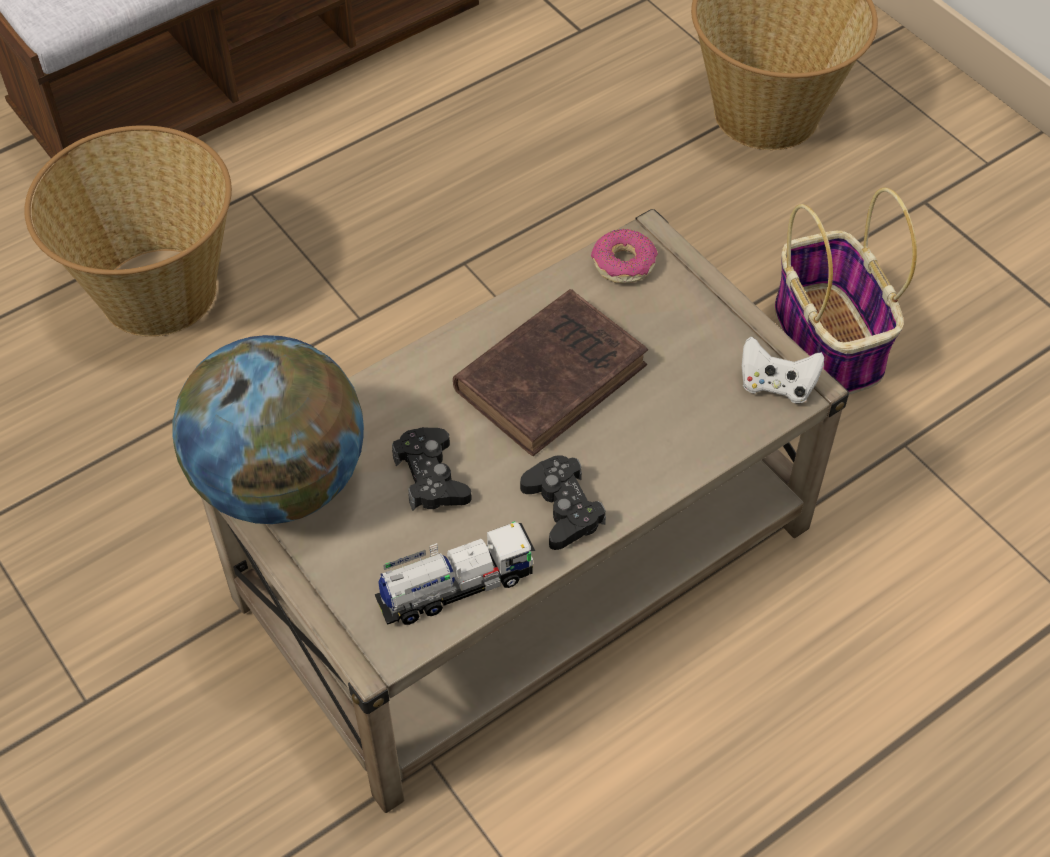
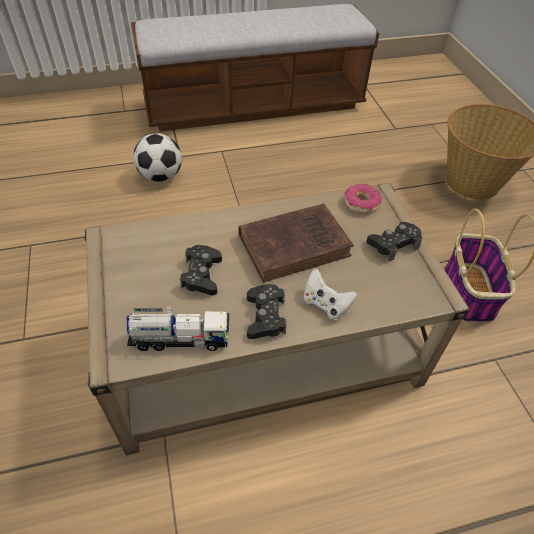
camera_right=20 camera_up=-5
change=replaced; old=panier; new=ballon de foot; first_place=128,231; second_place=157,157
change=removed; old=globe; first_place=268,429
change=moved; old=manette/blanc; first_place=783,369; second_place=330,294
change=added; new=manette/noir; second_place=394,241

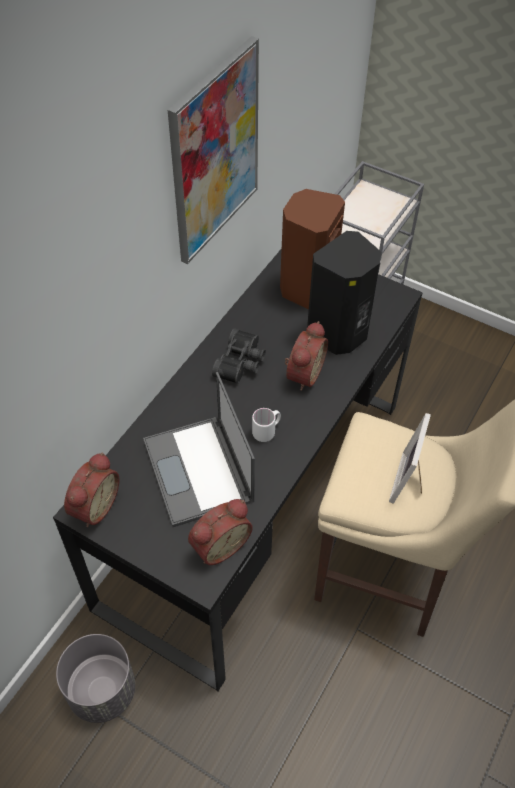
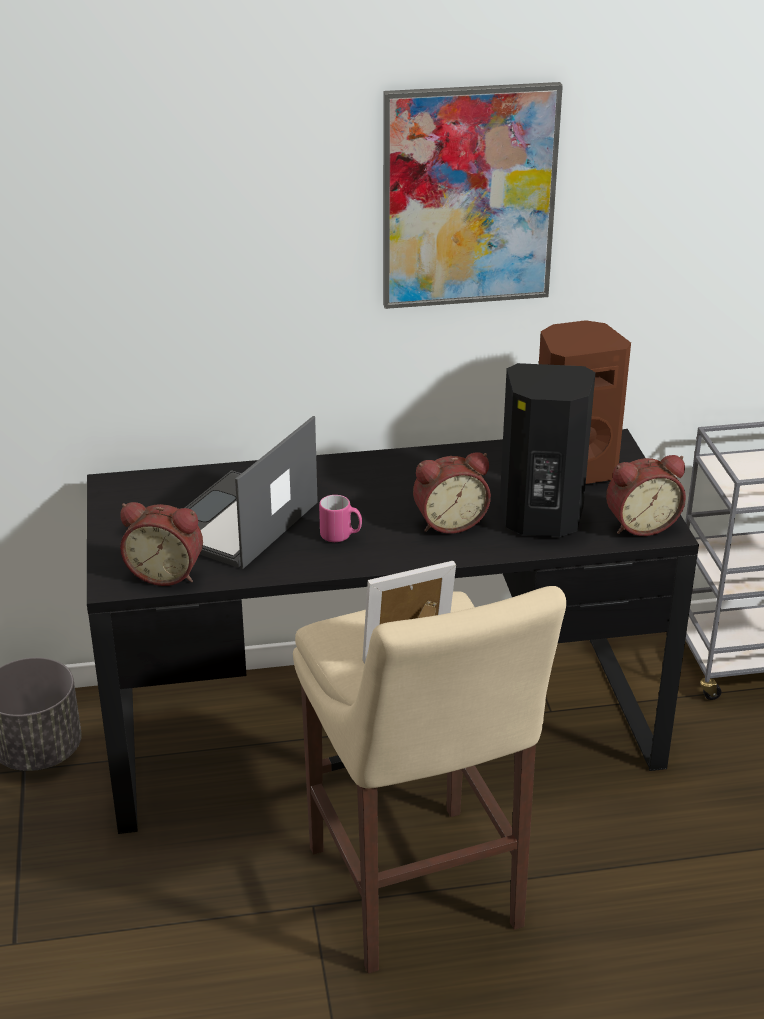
camera_right=50 camera_up=-20
change=removed; old=jumelles/noir; first_place=239,356
change=recoloured; old=mug/blanc; new=mug/rose; first_place=266,425; second_place=340,518
change=moved; old=réveil; first_place=91,489; second_place=646,495

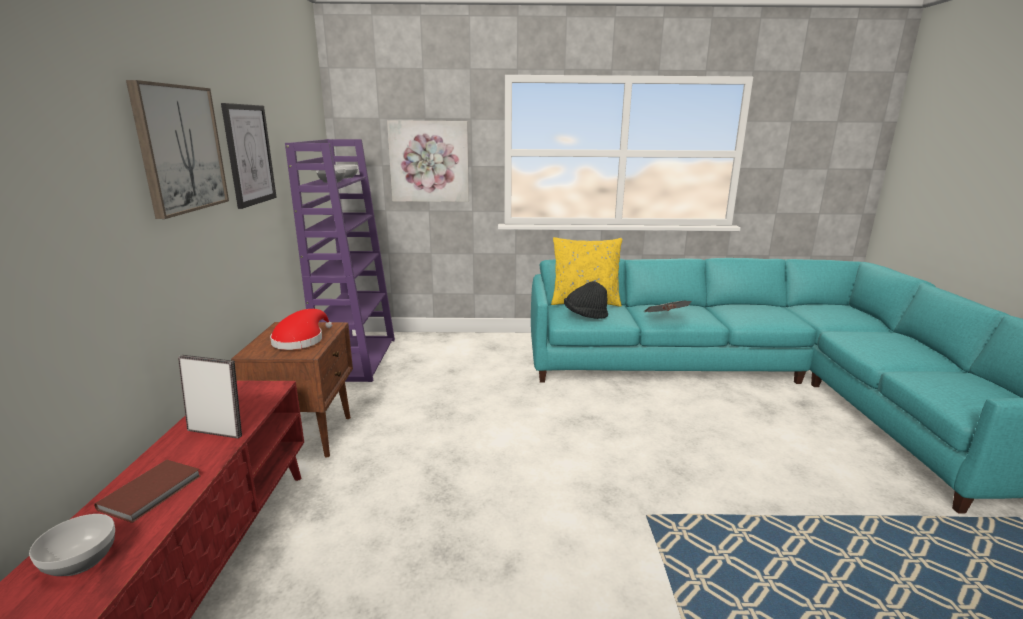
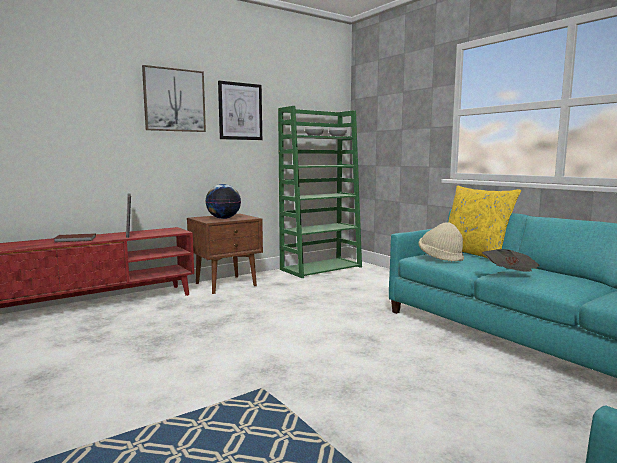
camera_right=55 camera_up=-10
change=removed; old=tableau; first_place=428,161
change=recoloured; old=bibliothèque/violet; new=bibliothèque/vert; first_place=340,260; second_place=320,192
change=recoloured; old=chapeau/noir; new=chapeau/beige; first_place=586,300; second_place=441,242
change=replaced; old=chapeau/rouge; new=globe; first_place=301,329; second_place=223,201
change=removed; old=bol; first_place=72,545

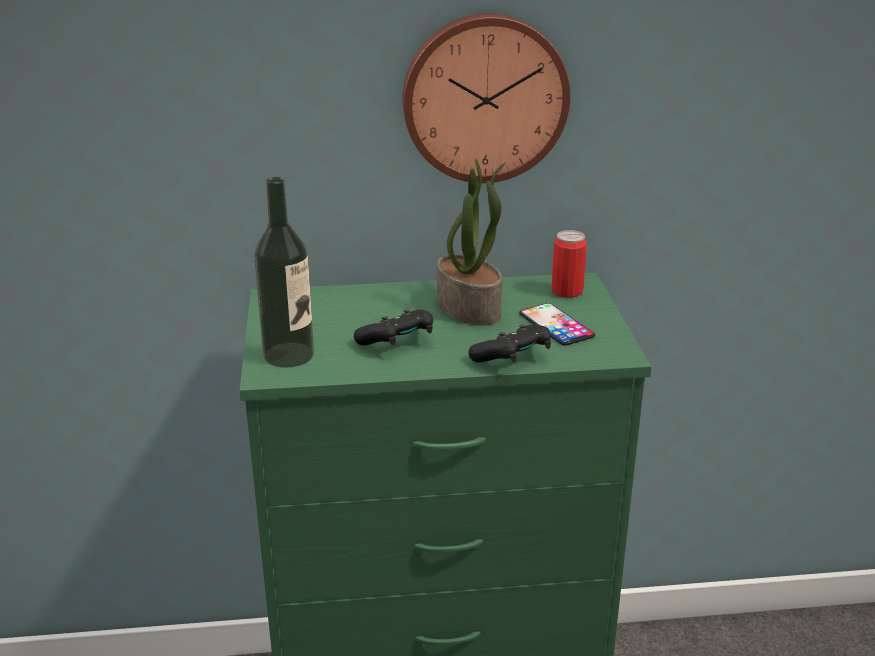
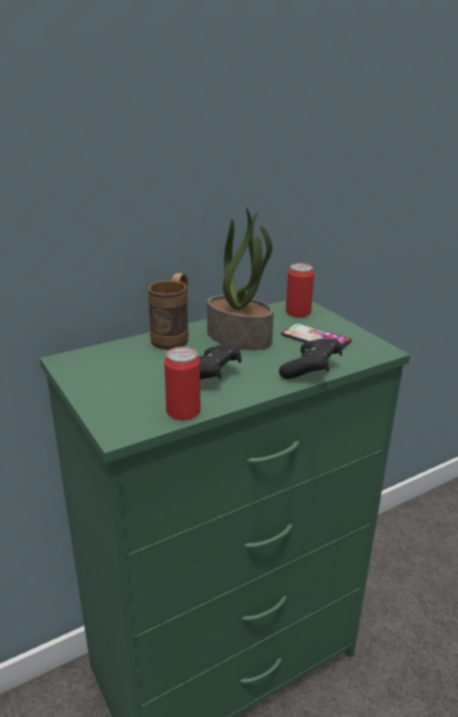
camera_right=-25 camera_up=0
change=removed; old=horloge murale; first_place=486,98
change=removed; old=bouteille; first_place=284,272
change=added; new=mug/marron; second_place=168,311
change=added; new=boîte métallique; second_place=182,383

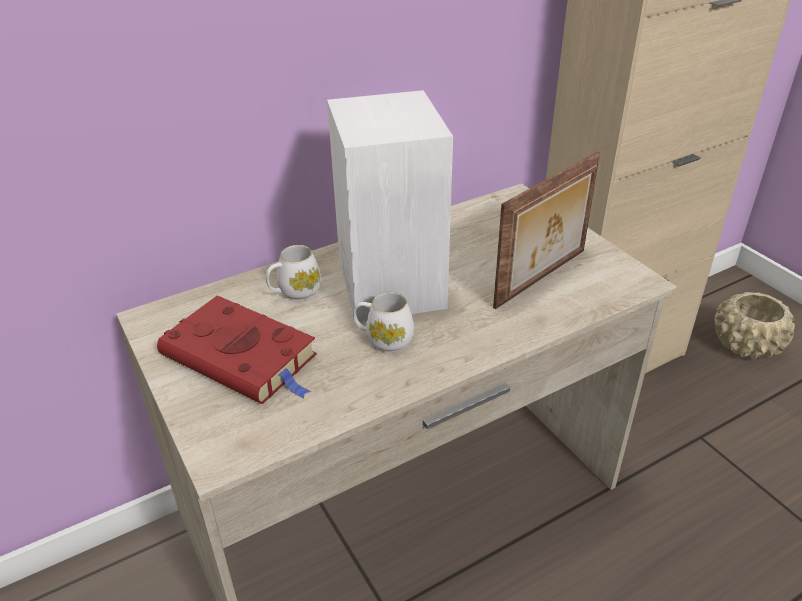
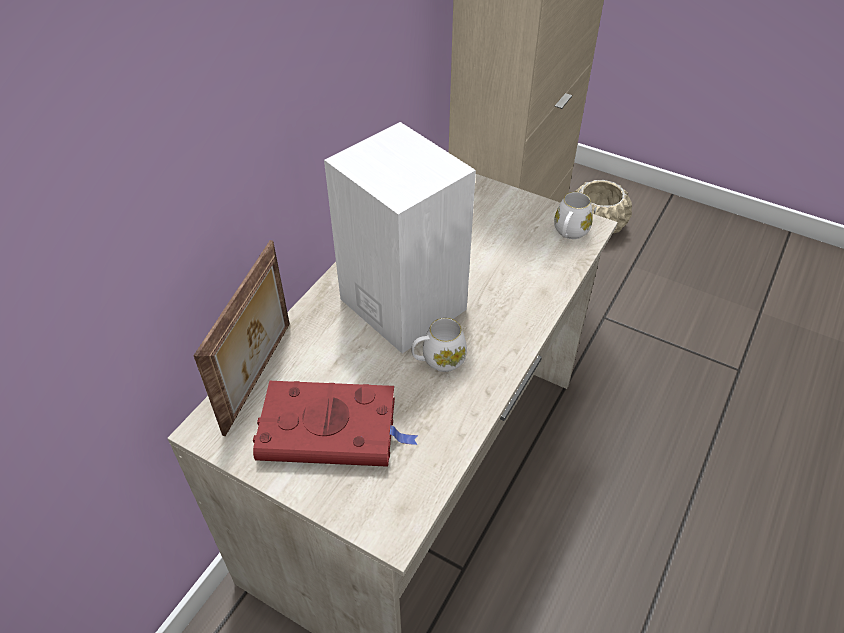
camera_right=-30 camera_up=10
change=moved; old=cadre photo; first_place=546,230; second_place=241,338
change=moved; old=mug/blanc; first_place=293,272; second_place=573,215

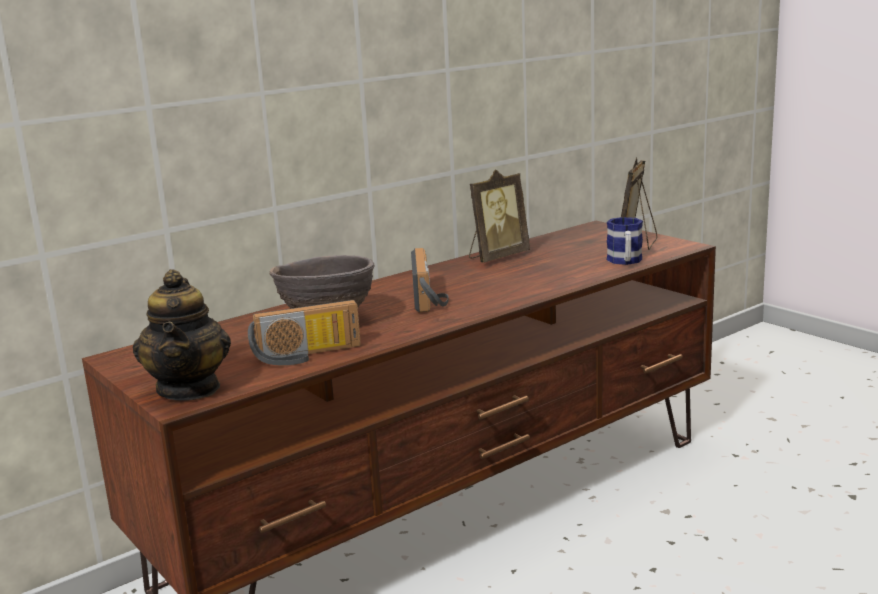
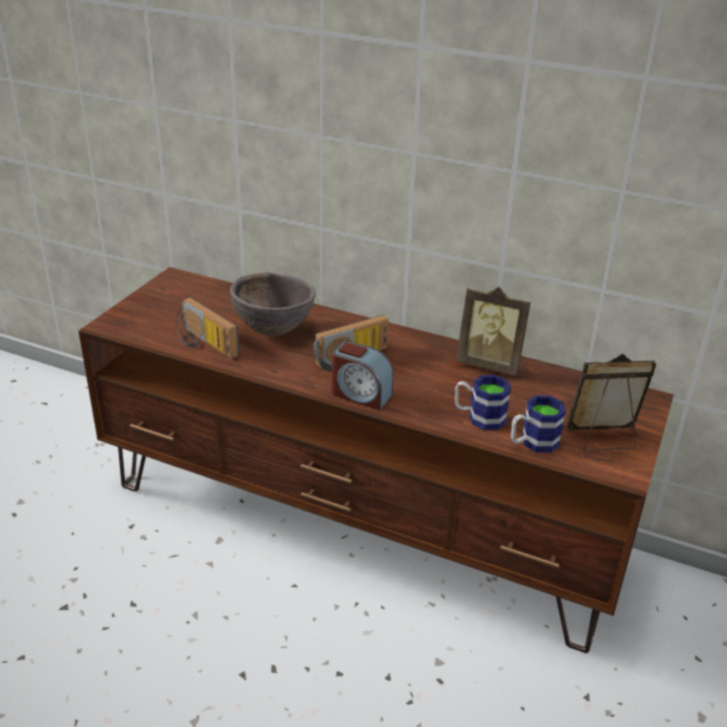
camera_right=60 camera_up=15
change=removed; old=théière; first_place=182,335
change=added; new=réveil; second_place=362,375
change=added; new=mug; second_place=483,402

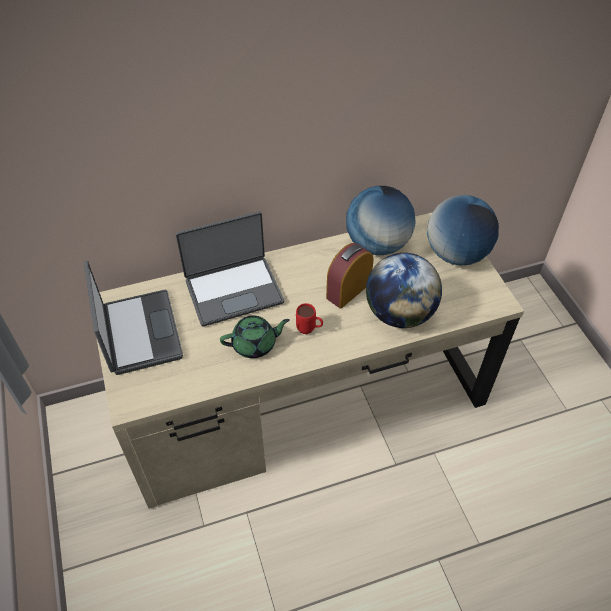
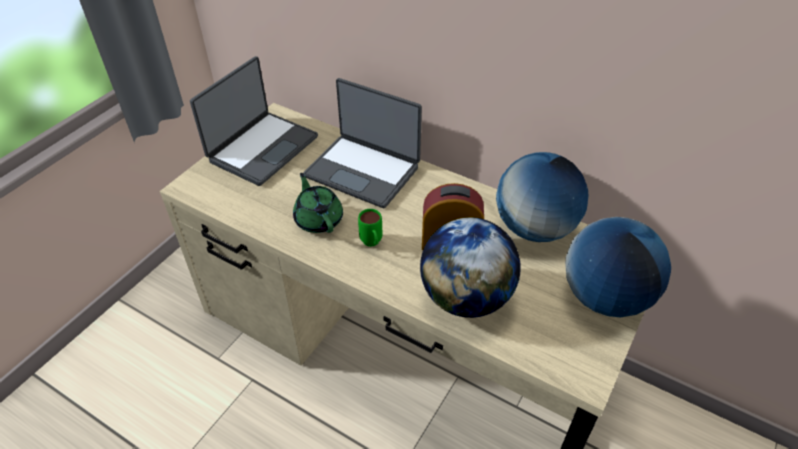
camera_right=50 camera_up=-5
change=recoloured; old=mug/rouge; new=mug/vert; first_place=309,318; second_place=370,228
change=turned; old=théière/vert; first_place=255,336; second_place=318,203; degrees=-150

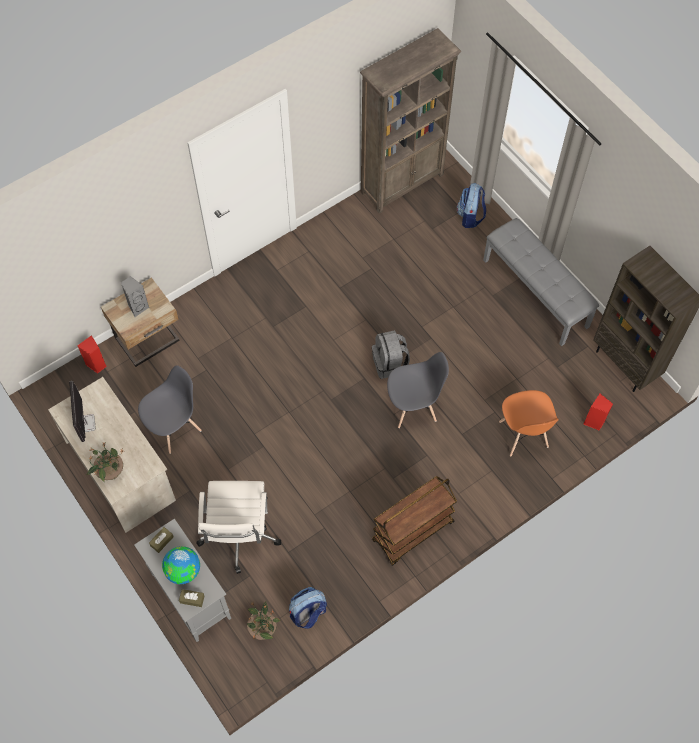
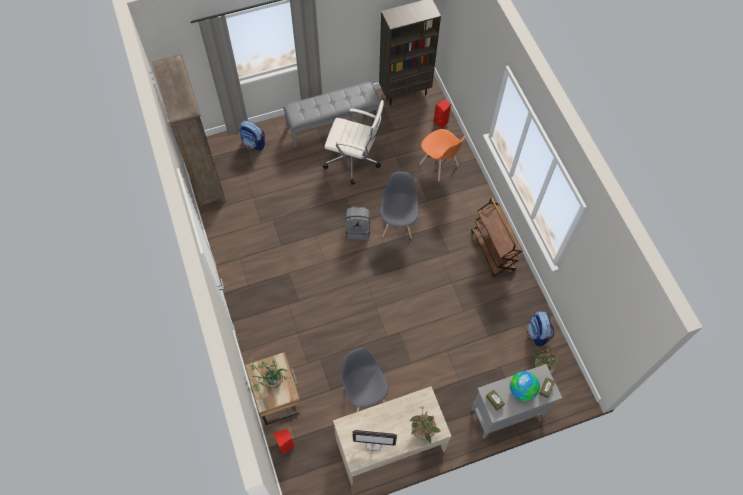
camera_right=-75 camera_up=0
change=replaced; old=enceinte/gris; new=plante en pot; first_place=135,296; second_place=271,375
change=turned; old=chaise/orange; first_place=529,423; second_place=443,155; degrees=45
change=moved; old=chaise de bureau/blanc; first_place=238,527; second_place=353,142

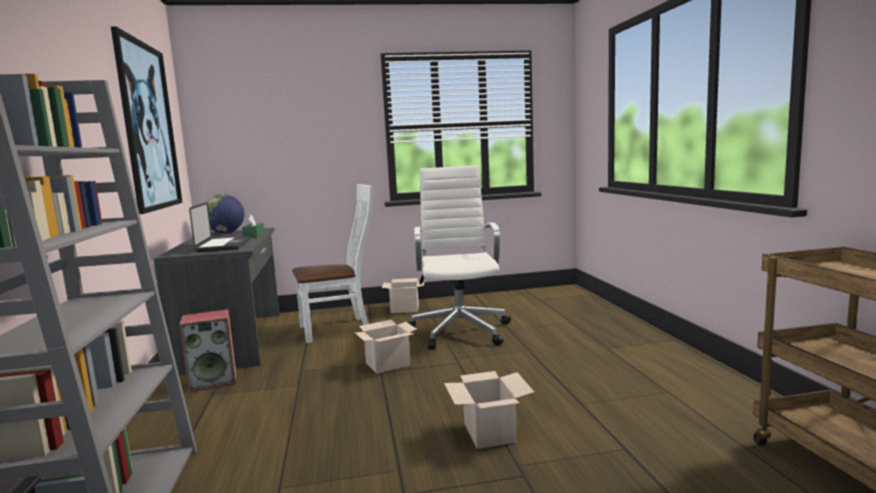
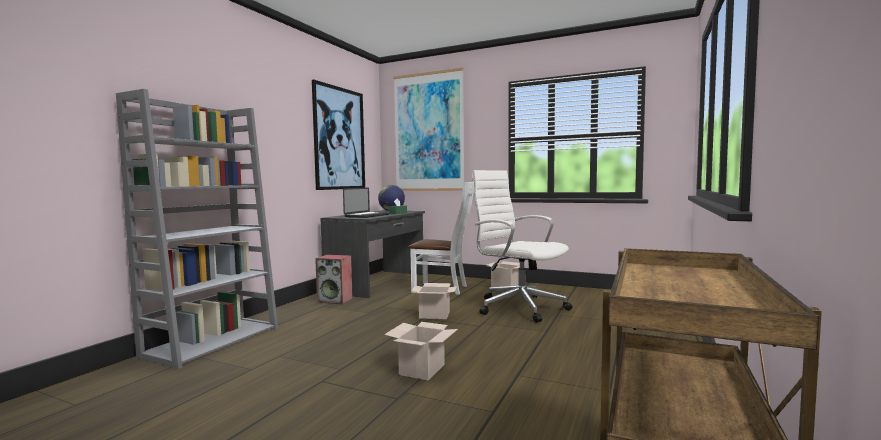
camera_right=35 camera_up=-5
change=turned; old=chaise de bureau/blanc; first_place=459,257; second_place=521,246; degrees=-75
change=added; new=tableau; second_place=428,129

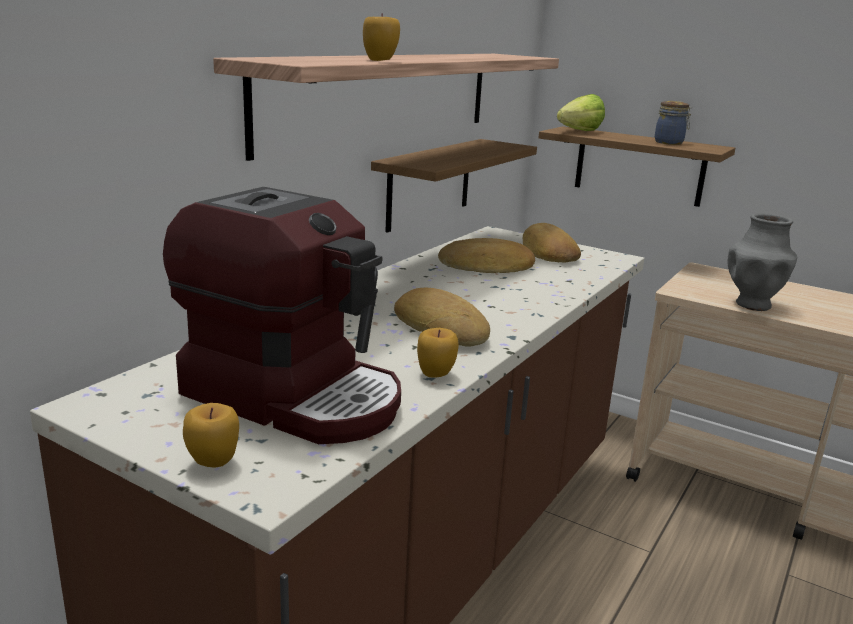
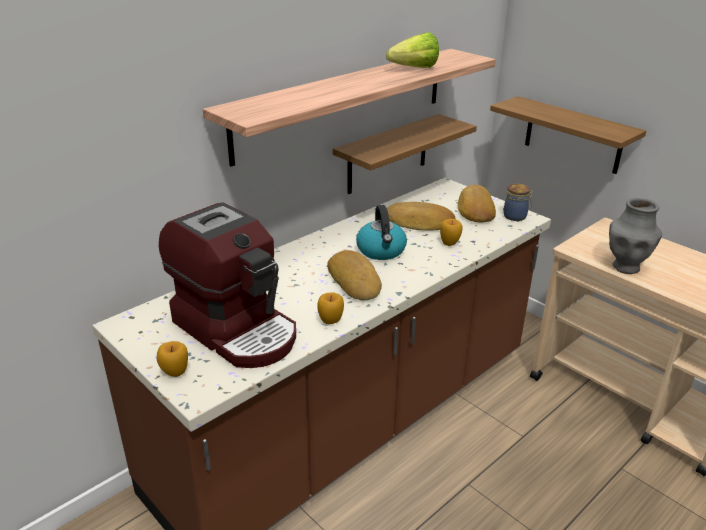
camera_right=15 camera_up=10
change=moved; old=pomme; first_place=381,37; second_place=451,232
change=moved; old=laitue; first_place=581,112; second_place=412,50
change=moved; old=bocal; first_place=673,123; second_place=518,202
change=added; new=bouilloire; second_place=381,232

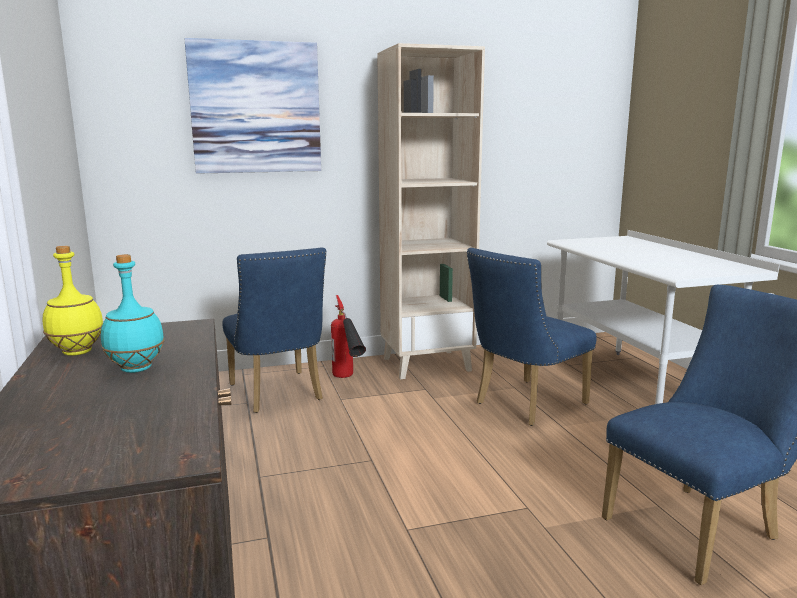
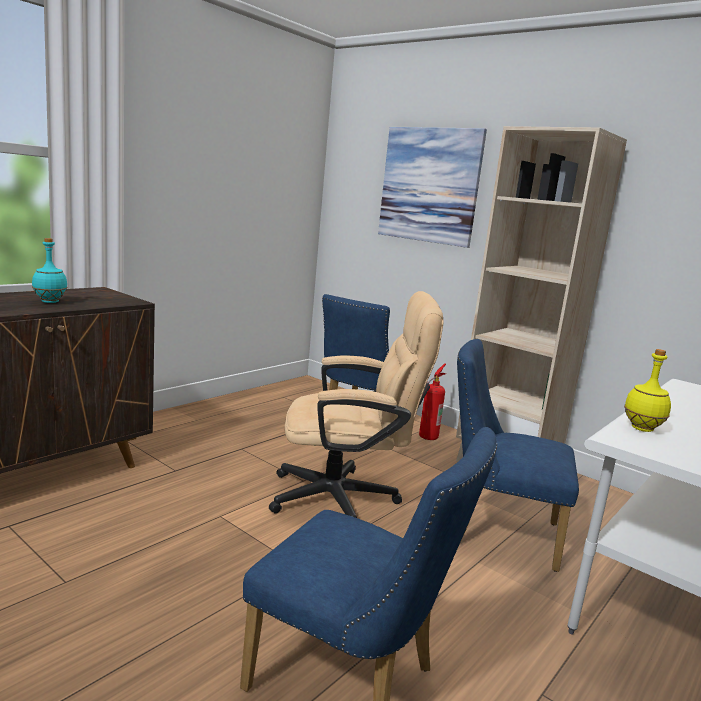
camera_right=55 camera_up=0
change=moved; old=bouteille/jaune; first_place=72,301; second_place=647,390
change=added; new=chaise de bureau/beige; second_place=356,404

